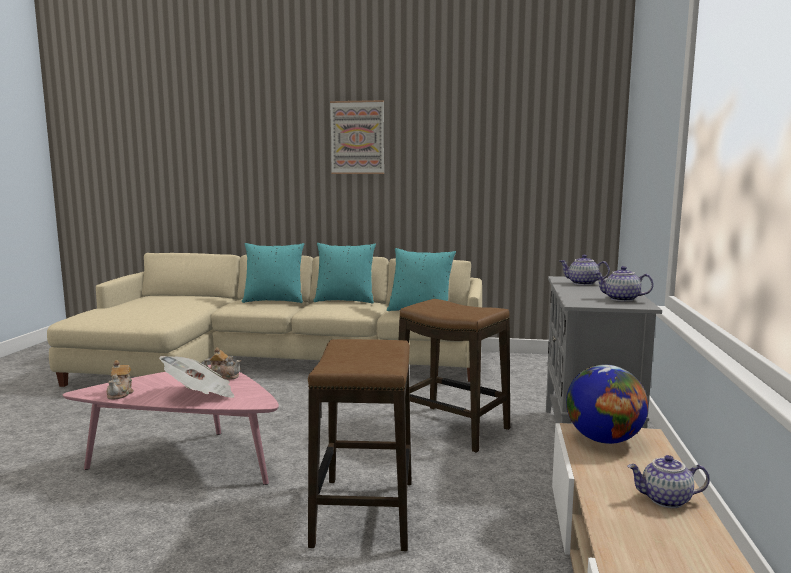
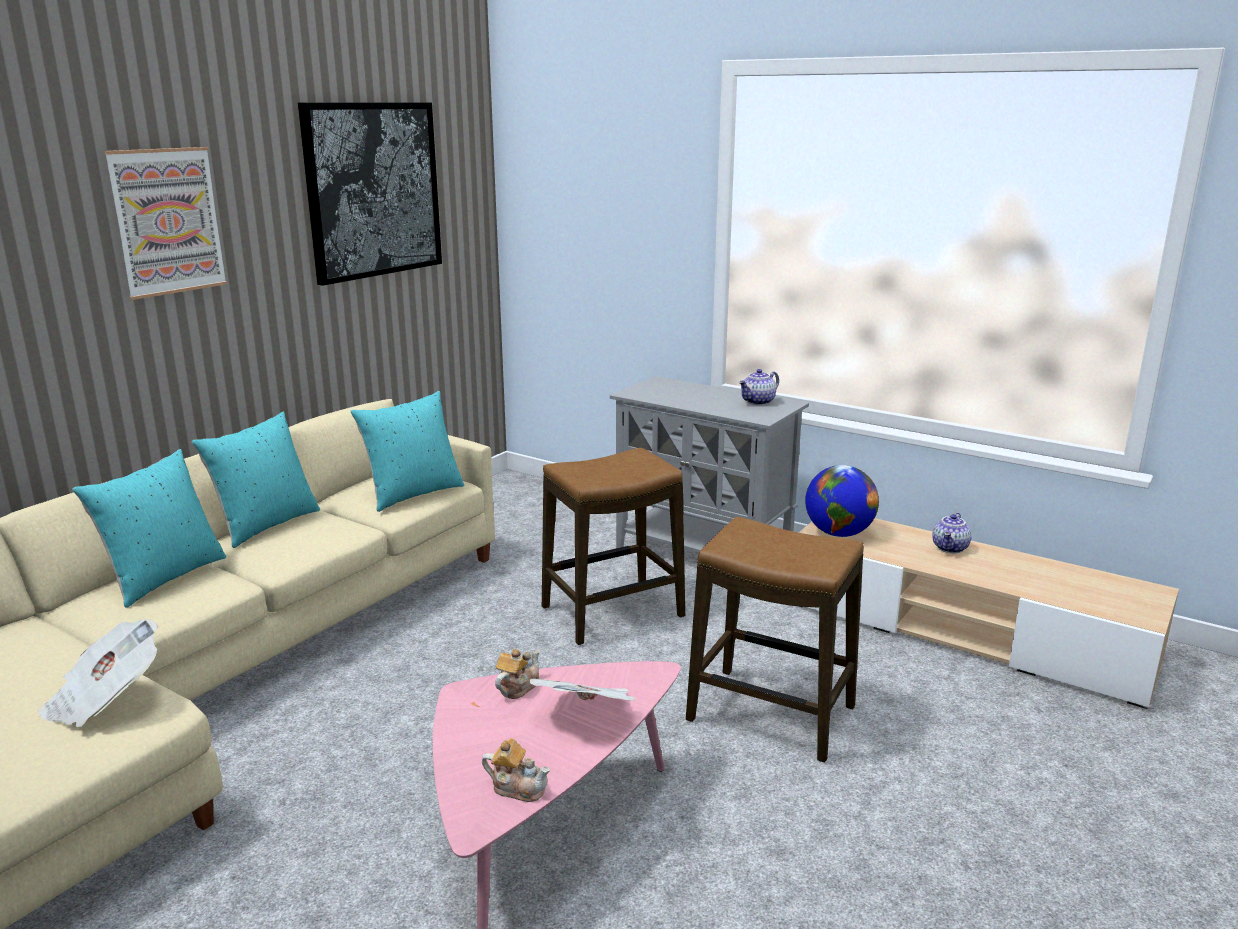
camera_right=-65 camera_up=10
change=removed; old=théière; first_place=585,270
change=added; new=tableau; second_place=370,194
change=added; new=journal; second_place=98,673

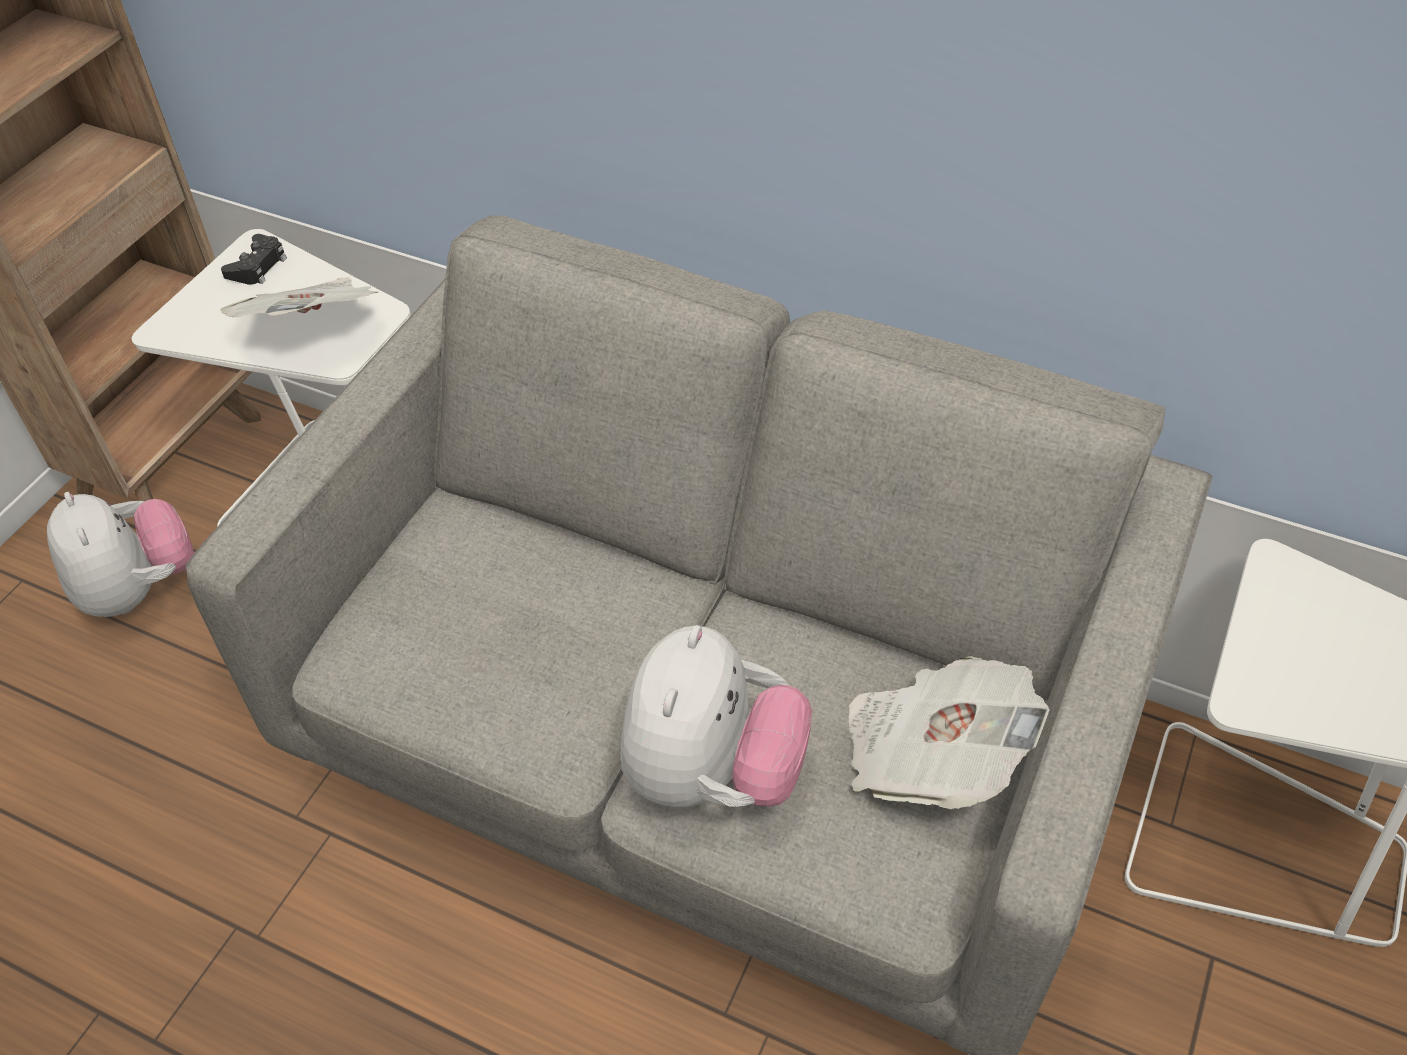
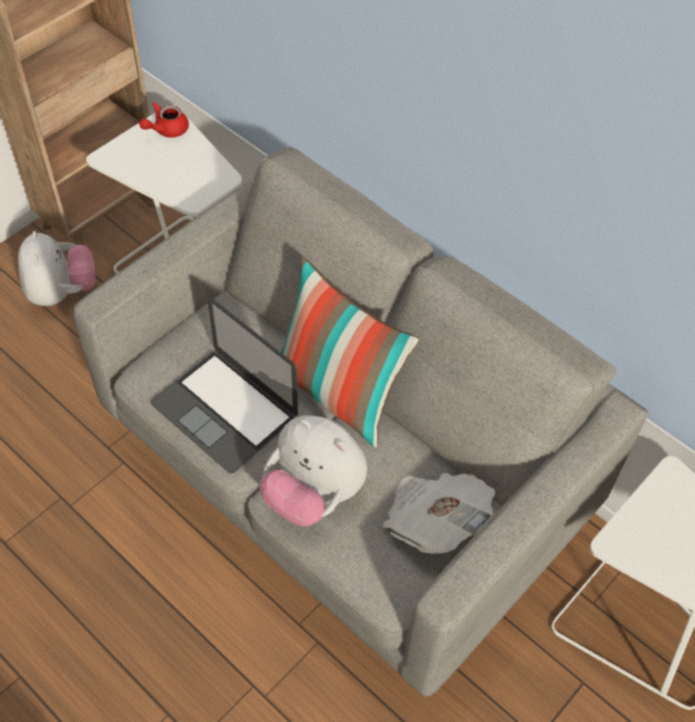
camera_right=15 camera_up=5
change=replaced; old=manette/noir; new=théière/rouge; first_place=254,259; second_place=164,120
change=removed; old=journal; first_place=299,297
change=turned; old=peluche; first_place=716,716; second_place=313,470; degrees=90
change=added; new=coussin; second_place=349,352
change=added; new=ordinateur portable; second_place=224,385

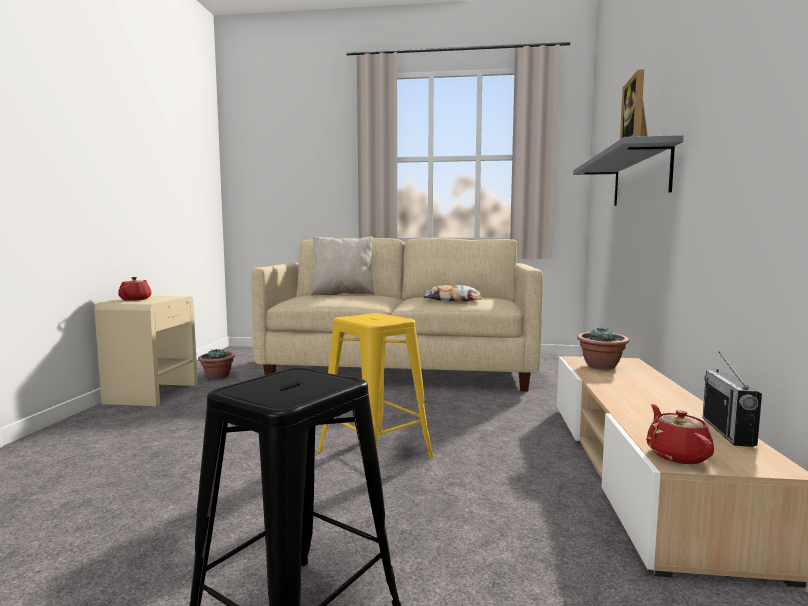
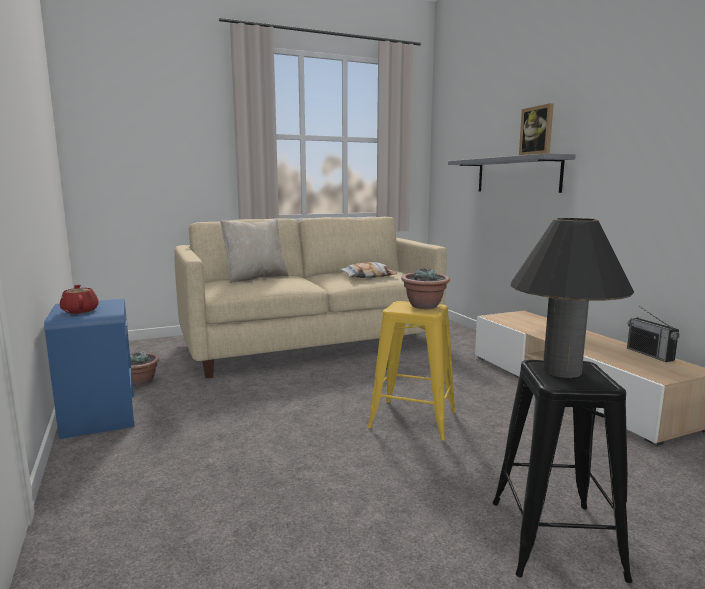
camera_right=-30 camera_up=5
change=recoloured; old=table de chevet/beige; new=table de chevet/bleu; first_place=146,351; second_place=89,369
change=moved; old=plante en pot; first_place=603,348; second_place=425,288
change=removed; old=théière/rouge; first_place=680,434
change=added; new=lampe de table/noir; second_place=572,298

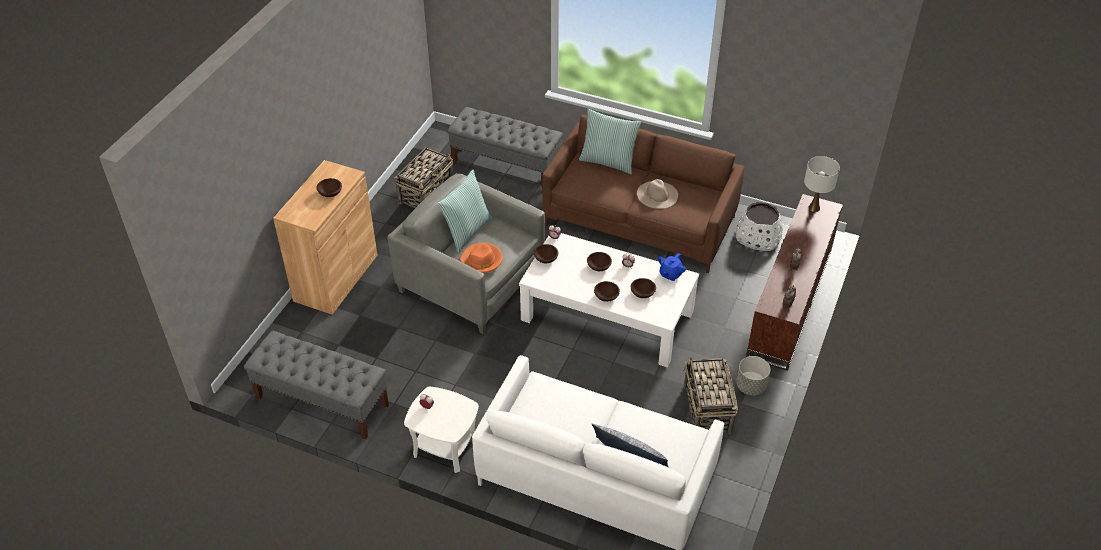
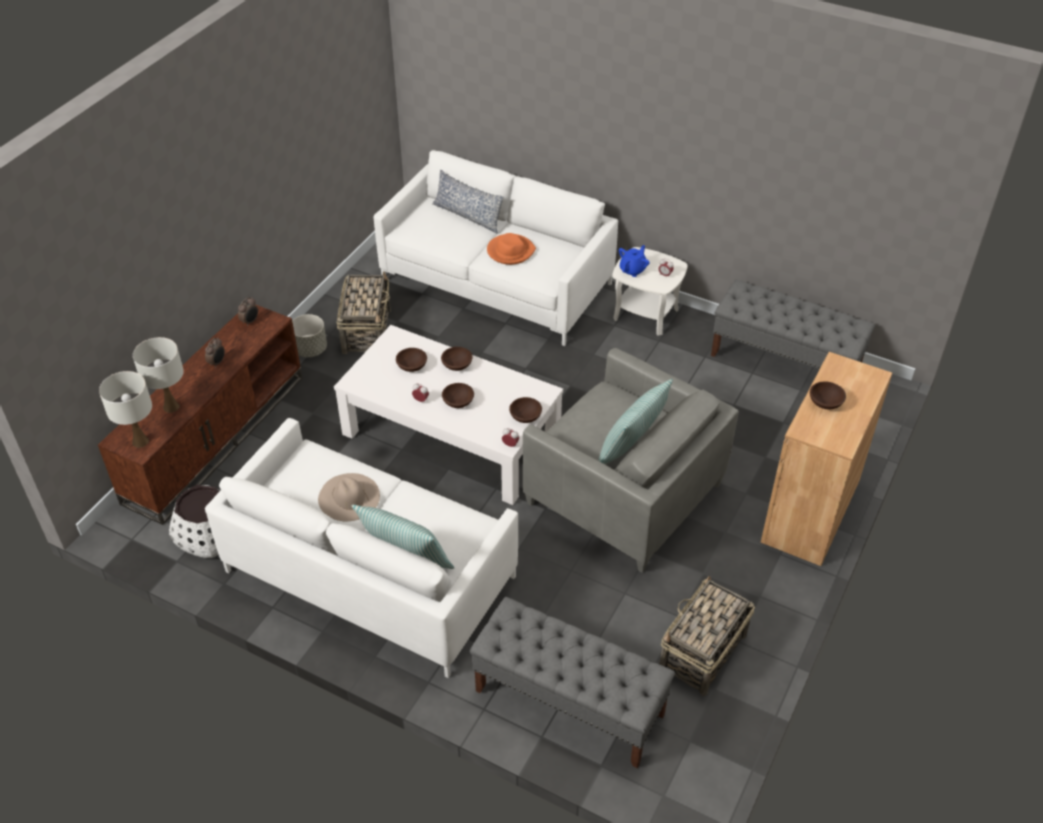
camera_right=-175 camera_up=0
change=recoloured; old=canapé/marron; new=canapé/blanc; first_place=643,194; second_place=361,548
change=moved; old=chapeau/orange; first_place=481,258; second_place=511,249
change=moved; old=théière/bleu; first_place=672,267; second_place=634,261
change=added; new=lampe de table/blanc; second_place=158,375

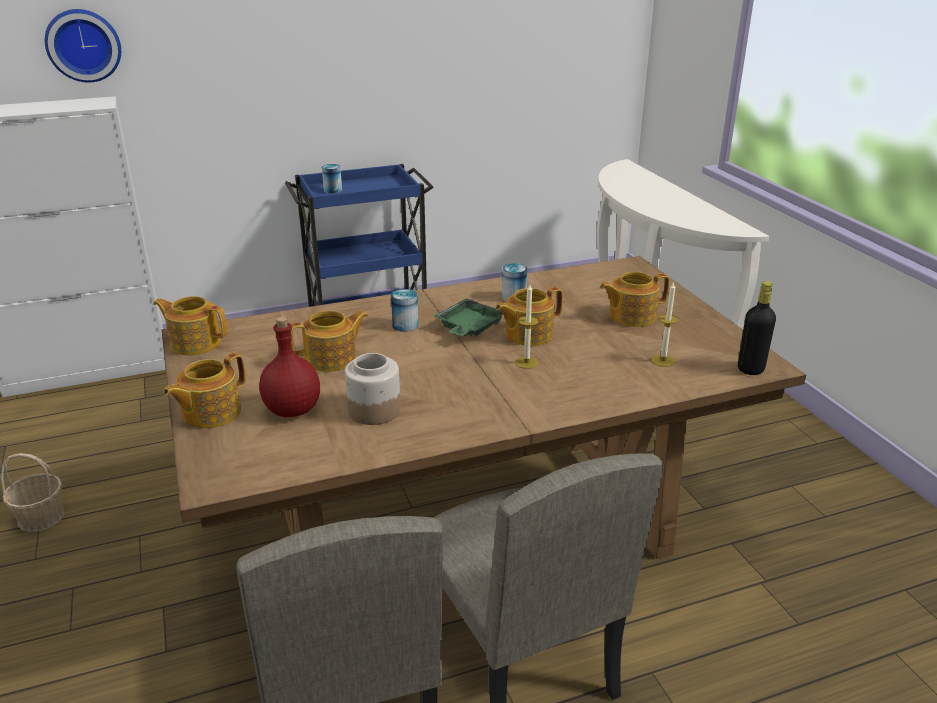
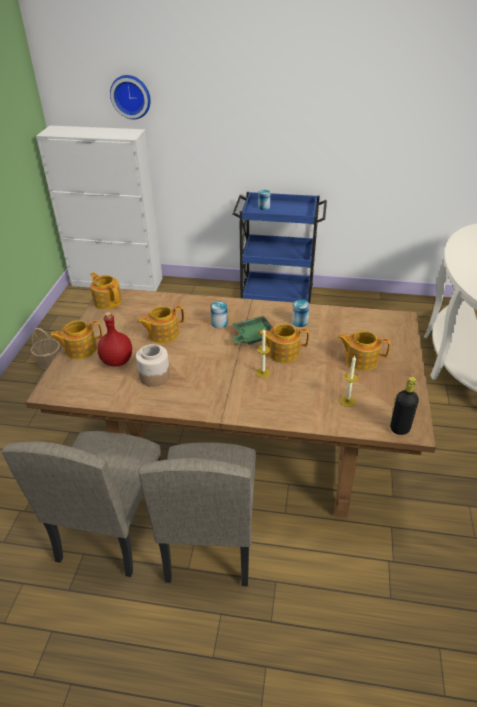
camera_right=30 camera_up=10
change=turned; old=théière; first_place=329,341; second_place=160,325; degrees=150

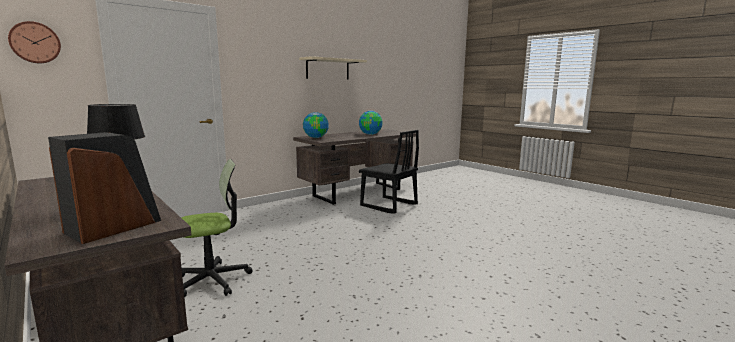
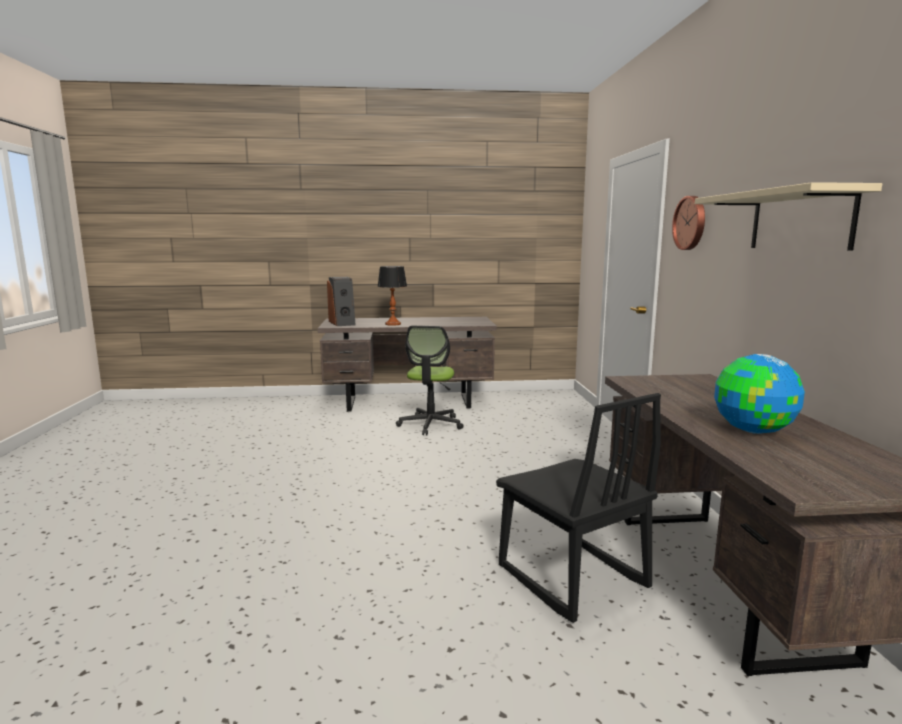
camera_right=125 camera_up=0
change=moved; old=horloge murale; first_place=34,42; second_place=688,223
change=removed; old=globe; first_place=316,125
change=turned; old=chaise/noir; first_place=389,172; second_place=578,508; degrees=-105

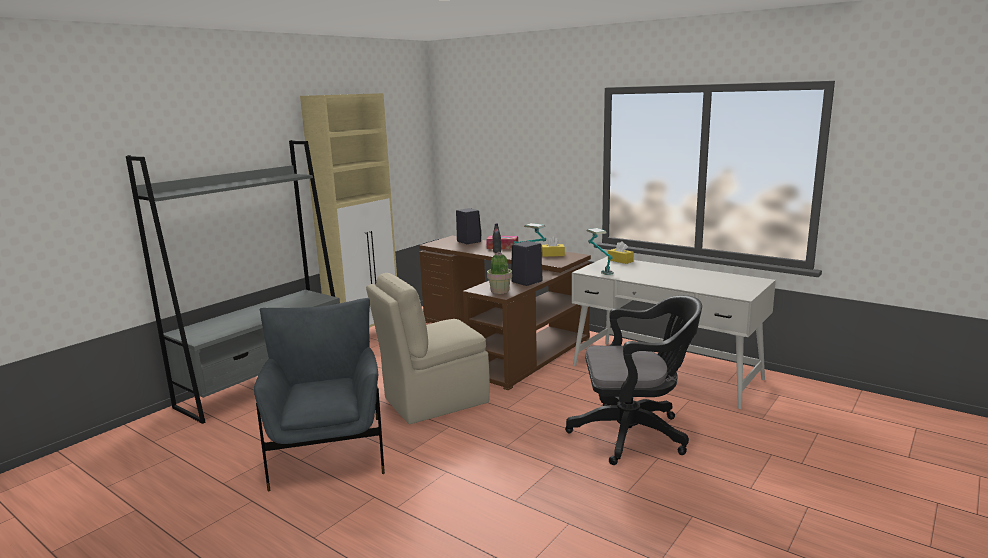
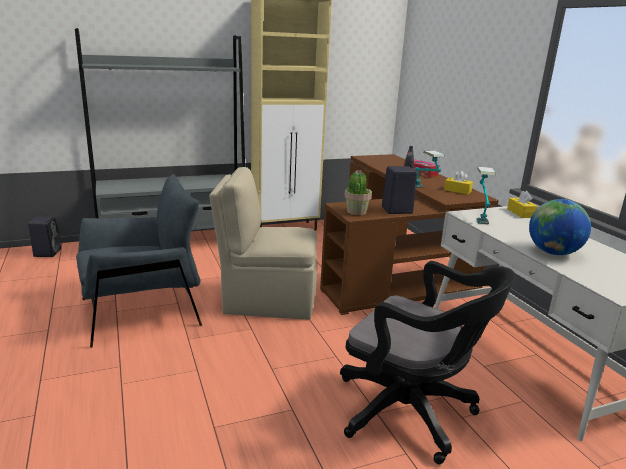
camera_right=30 camera_up=5
change=moved; old=enceinte/noir; first_place=469,226; second_place=44,237
change=turned; old=fauteuil/gris; first_place=319,395; second_place=139,261; degrees=45
change=added; new=globe; second_place=560,227

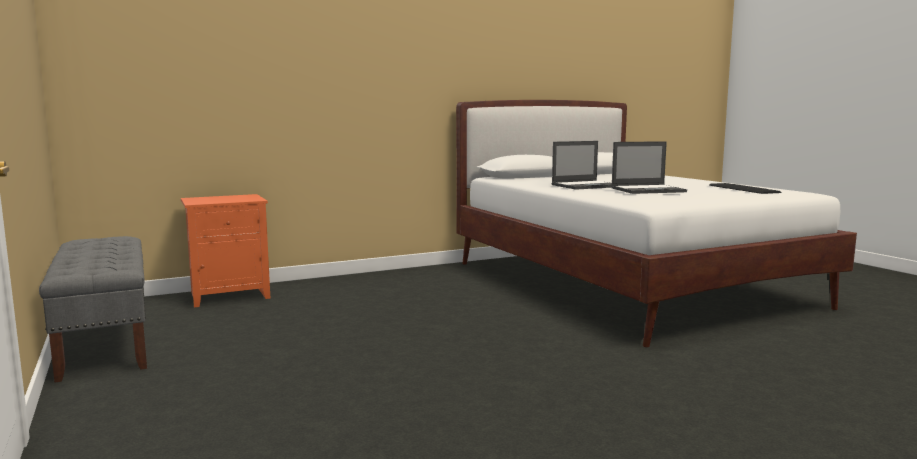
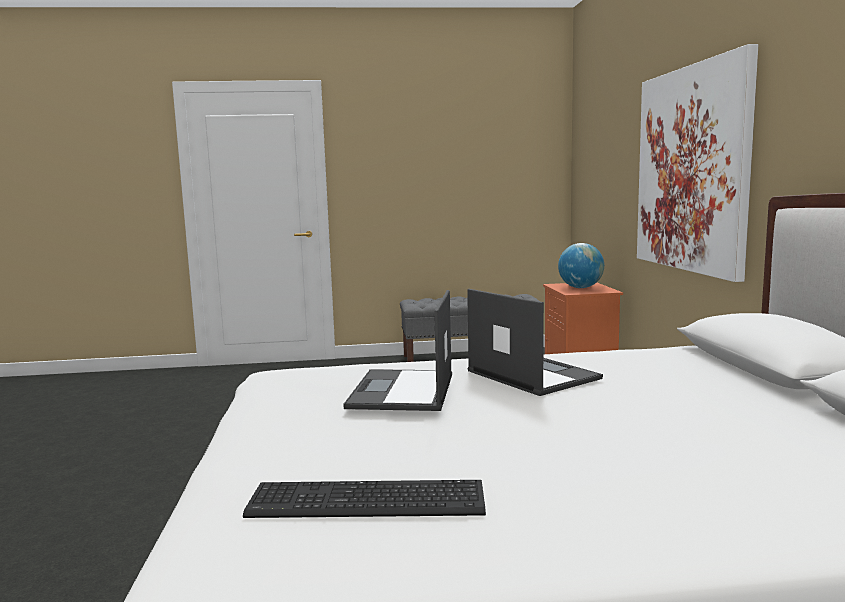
camera_right=110 camera_up=0
change=turned; old=ordinateur portable; first_place=582,165; second_place=535,342; degrees=150
change=added; new=tableau; second_place=697,163
change=added; new=globe; second_place=581,265

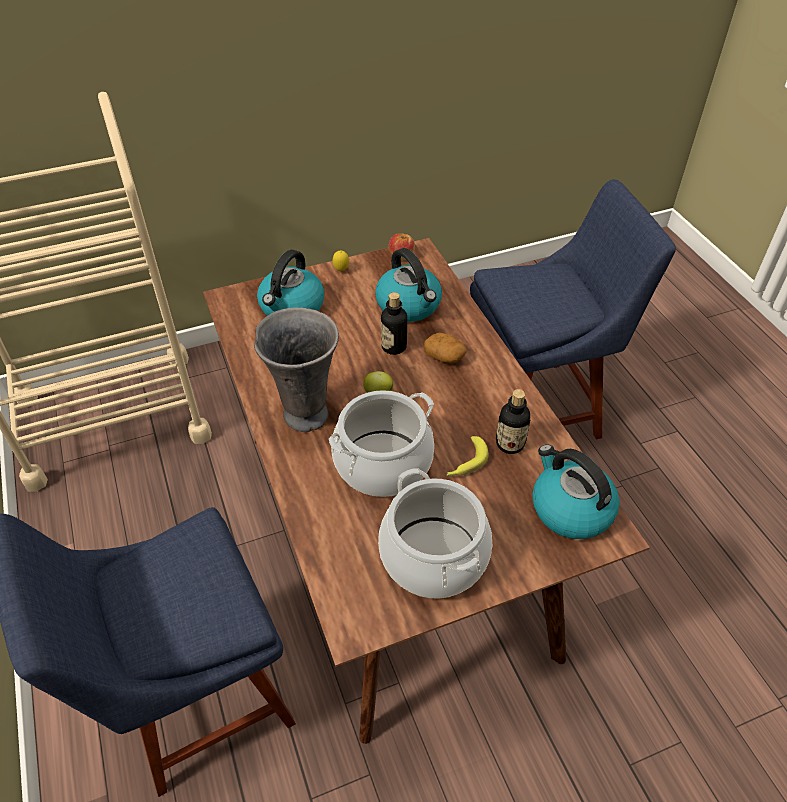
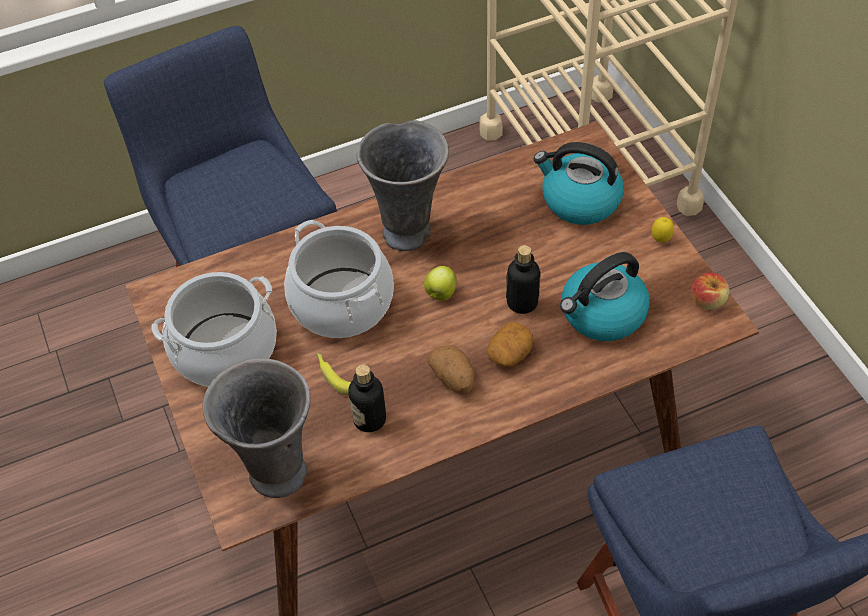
camera_right=90 camera_up=5
change=replaced; old=bouilloire; new=vase/gris; first_place=575,492; second_place=257,428
change=added; new=pomme de terre; second_place=451,369

